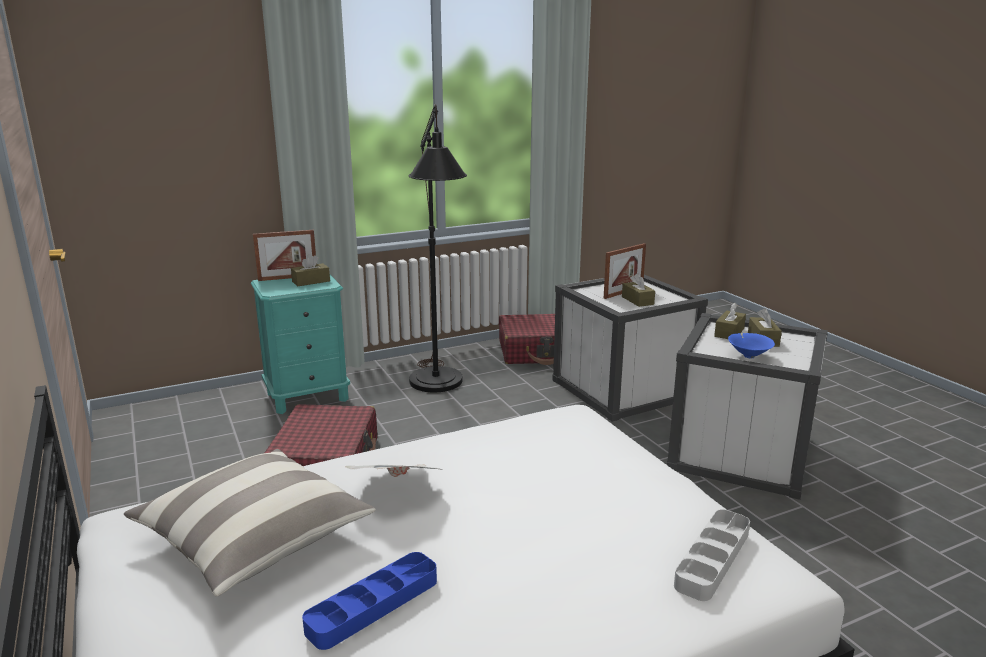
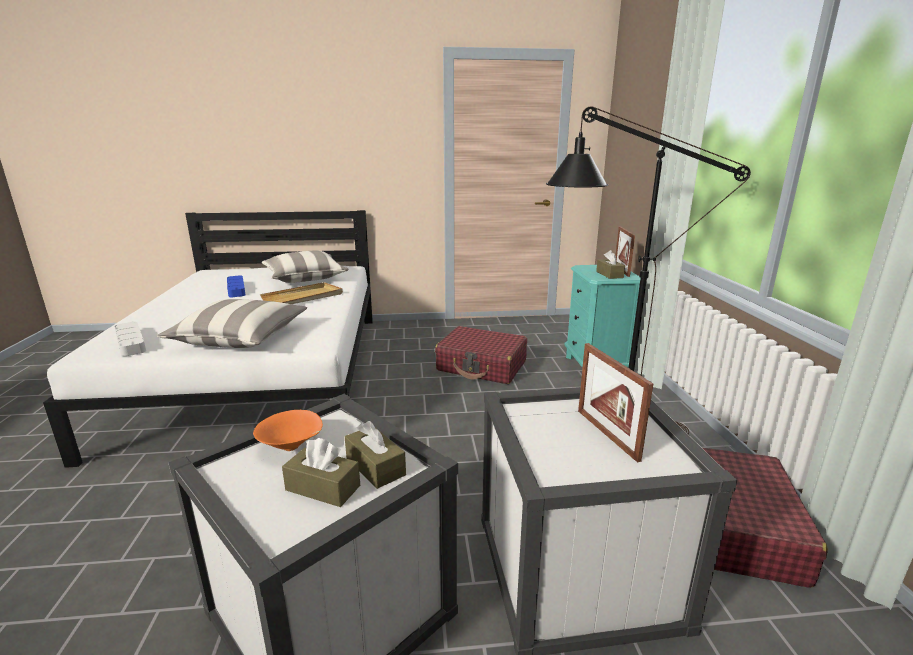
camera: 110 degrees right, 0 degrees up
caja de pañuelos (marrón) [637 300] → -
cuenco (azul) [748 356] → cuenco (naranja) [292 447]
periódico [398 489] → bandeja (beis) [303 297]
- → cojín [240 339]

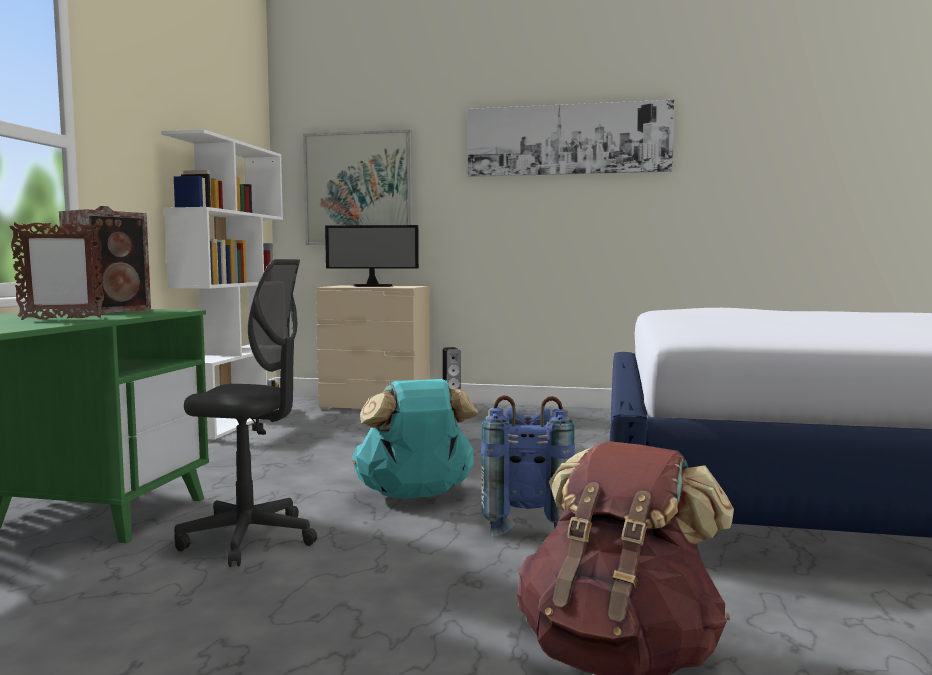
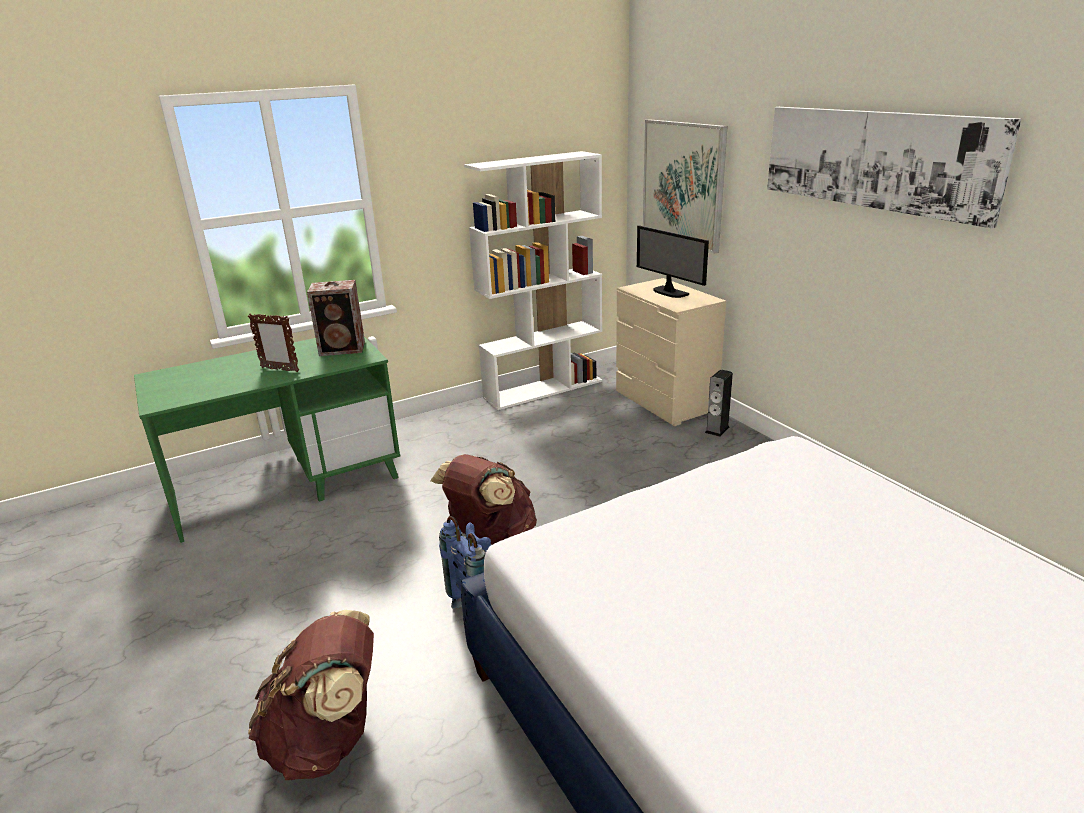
camera: 50 degrees right, 20 degrees up
silla de oficina (gris) [249 539] → -
mochila (turquesa) [415 495] → mochila (marrón) [490 536]

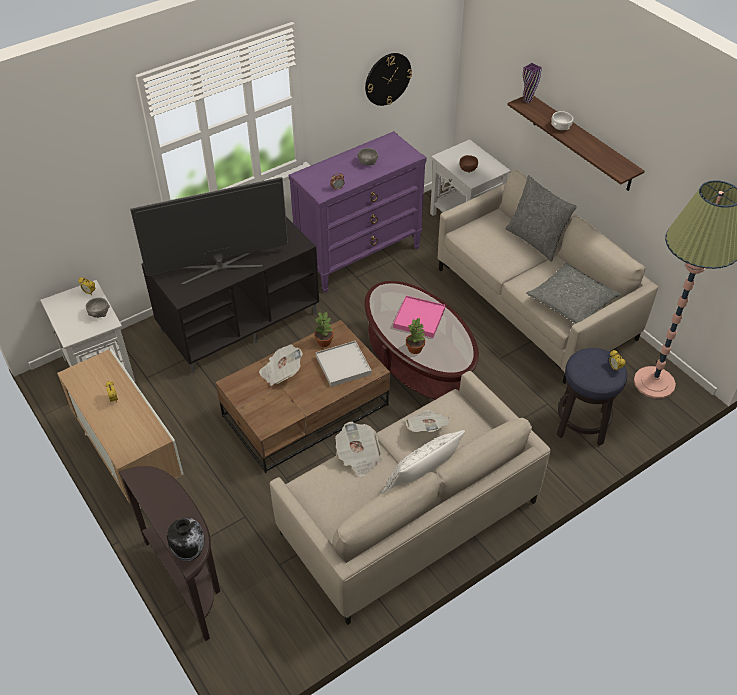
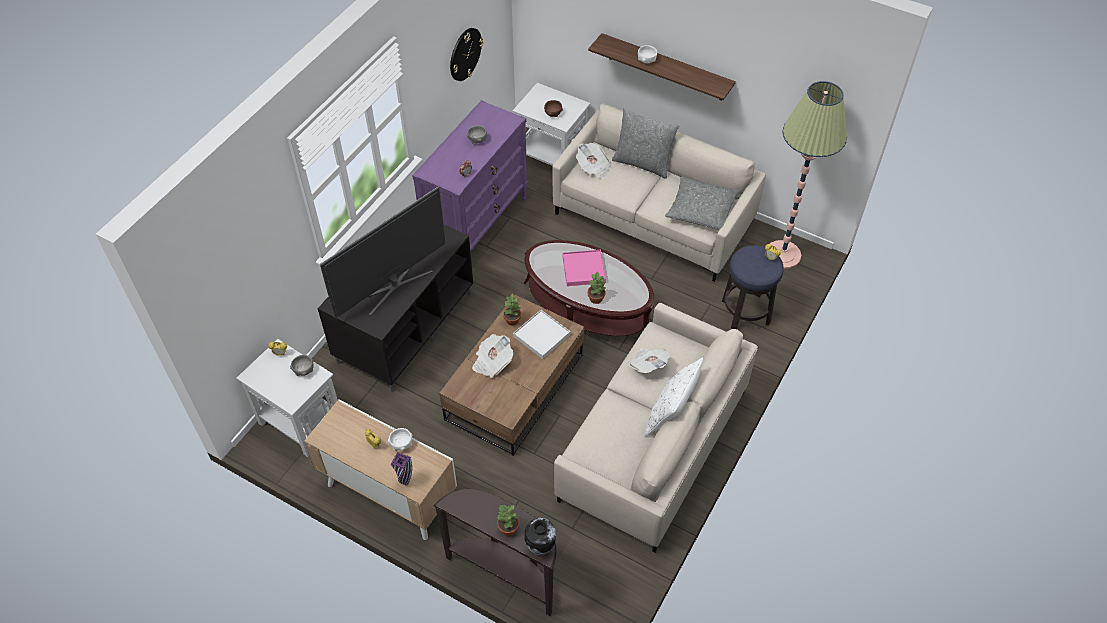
camera: 25 degrees left, 5 degrees up
florero (morado) [527 100] → florero (morado) [405 481], relocated
periódico [358 457] → periódico [593 168], relocated
- → cuenco (blanco) [401 444]
- → planta en maceta [508 528]

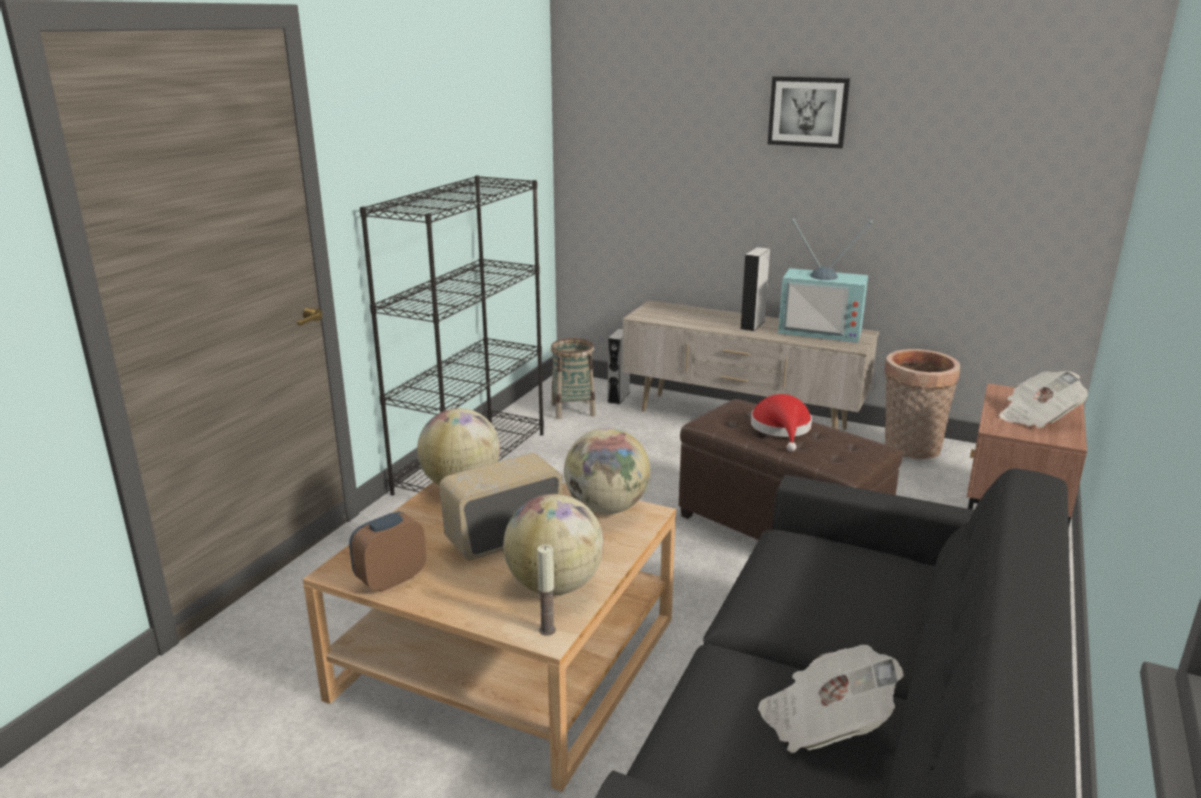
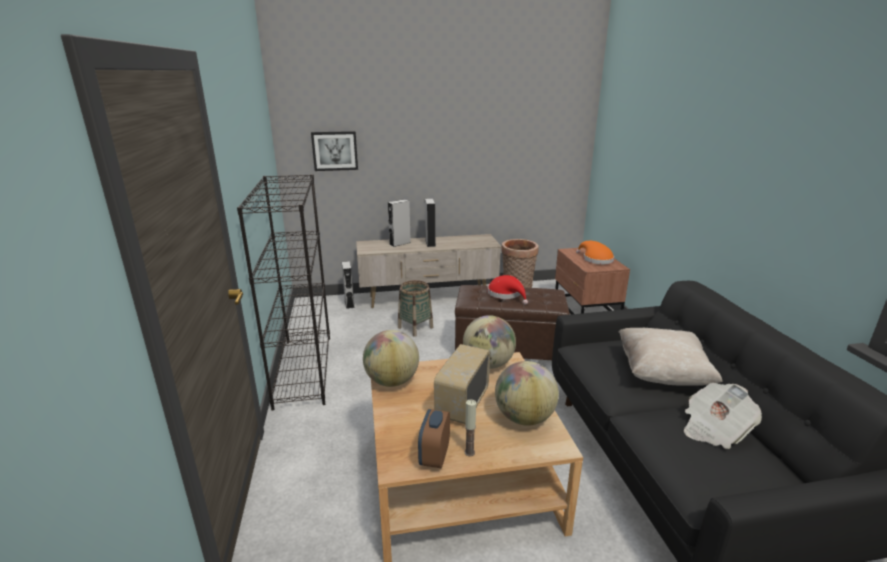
camera: 35 degrees left, 0 degrees up
cuadro [808 112] → cuadro [335 151], relocated
televisor [821 331] → -
cesta [573 410] → cesta [415 327], relocated
periódico [1037 417] → sombrero (naranja) [595 259]
vela [547 630] → vela [469 452], relocated
- → altavoz (gris) [400 243]
- → cojín (beis) [662 374]

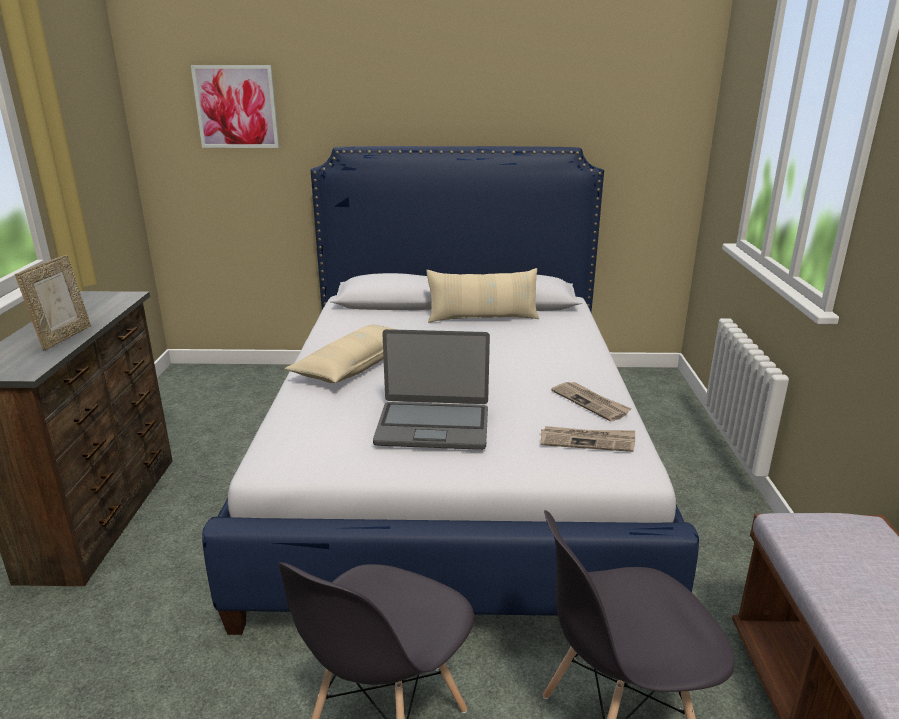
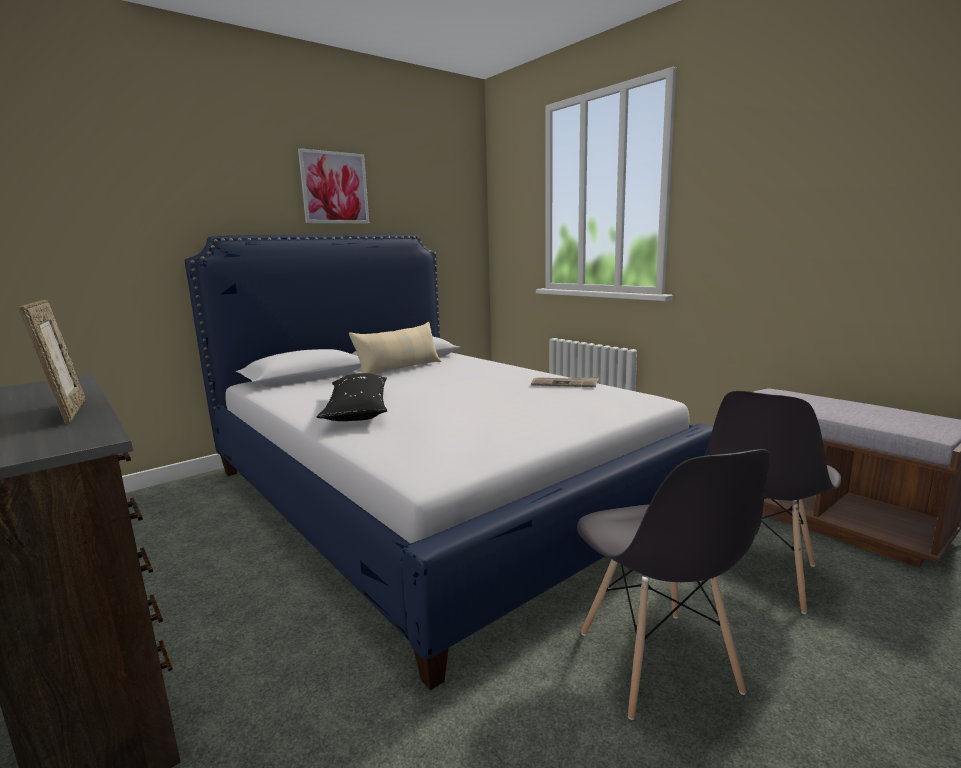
camera: 40 degrees left, 10 degrees down
cuadro [236 107] → cuadro [334 188], relocated
cojín (beis) [354 365] → cojín (negro) [357 410]
portátil [433 426] → -
periódico [587 441] → -

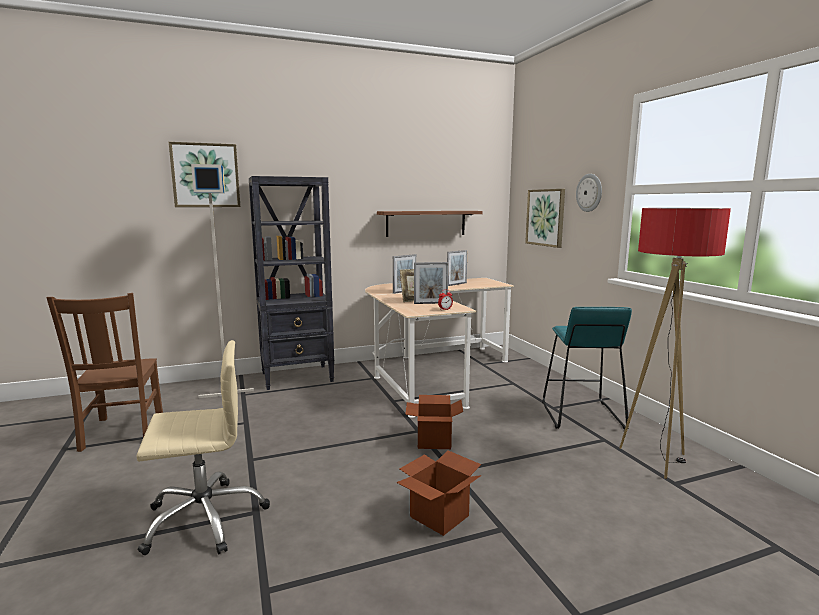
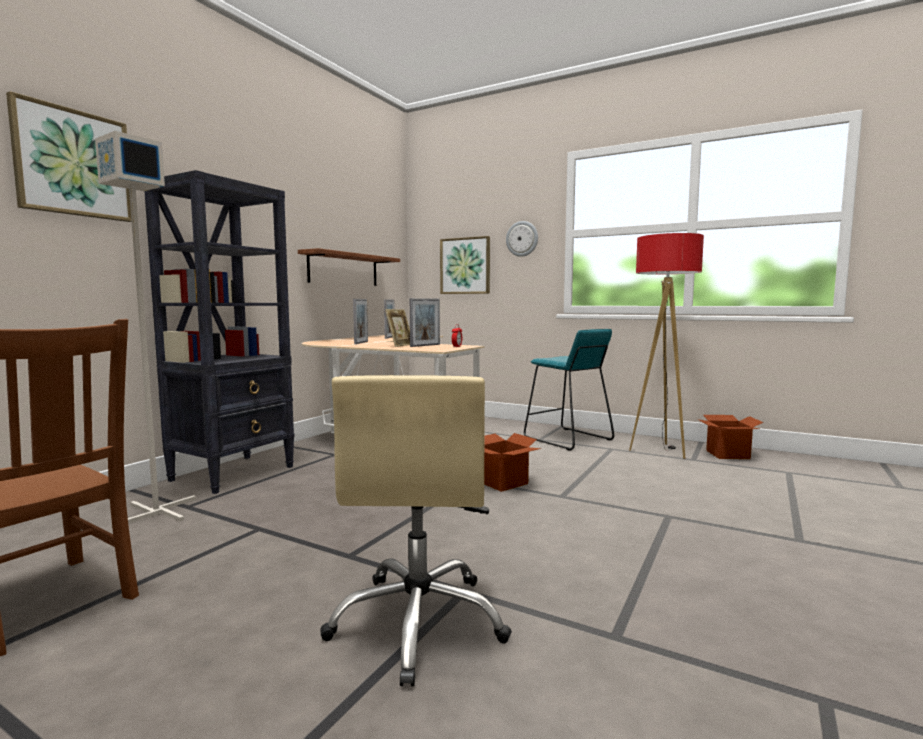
camera: 40 degrees left, 5 degrees down
silla de oficina (beis) [204 518] → silla de oficina (beis) [419 622], 150 degrees clockwise
caja de cartón [439 516] → caja de cartón [727 454], relocated

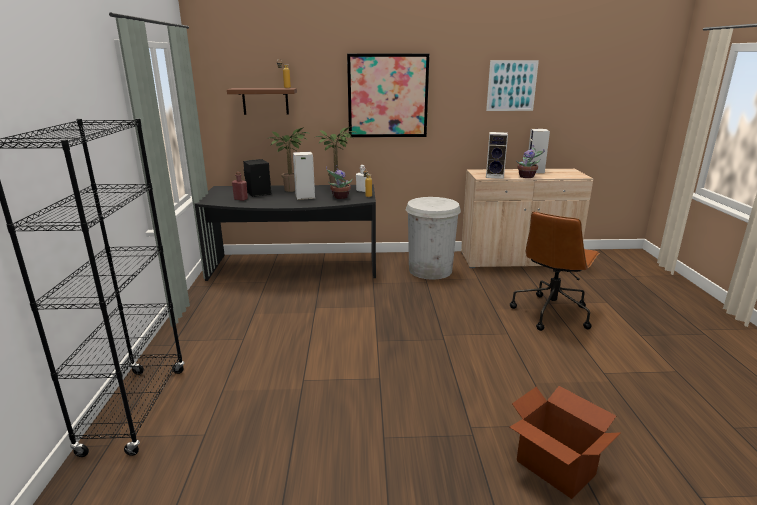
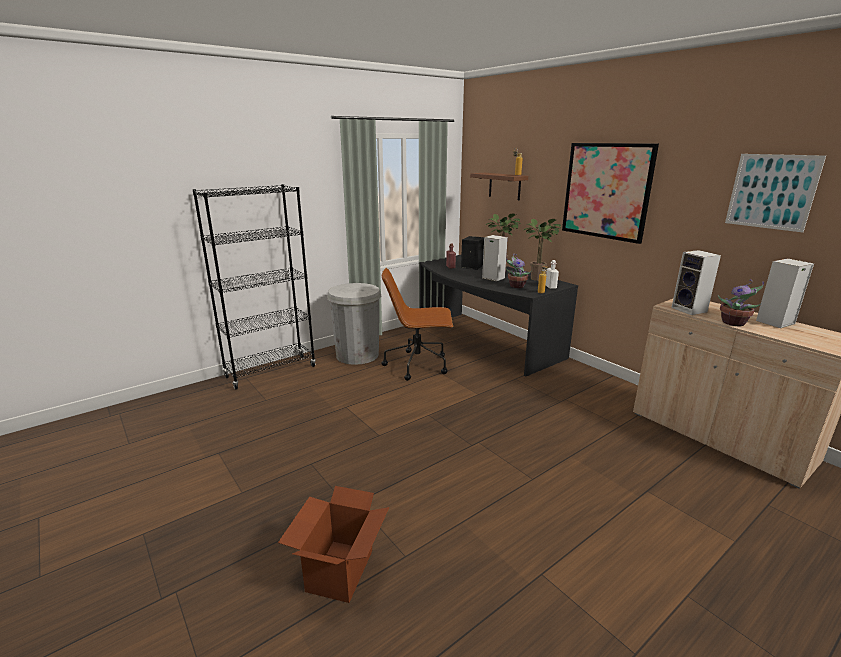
camera: 55 degrees right, 0 degrees up
papelera (blanco) [430 270] → papelera (blanco) [357 355], relocated
silla de oficina (marrón) [551 313] → silla de oficina (marrón) [418 365], relocated

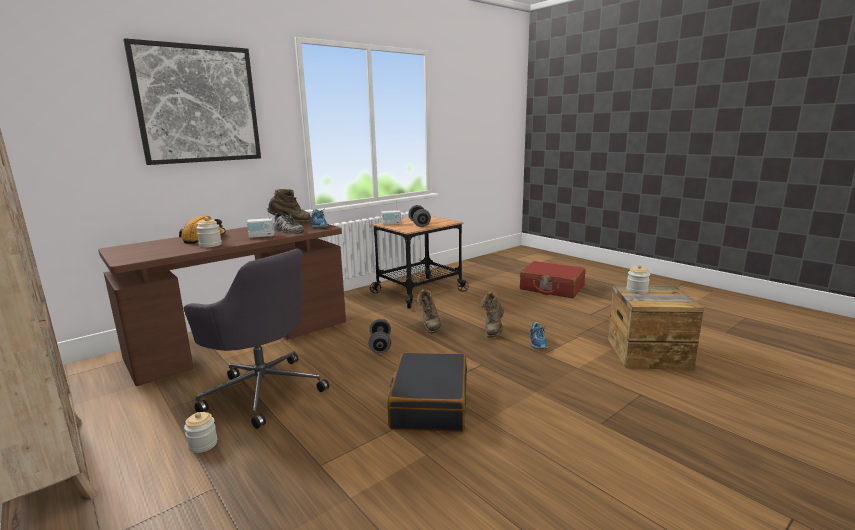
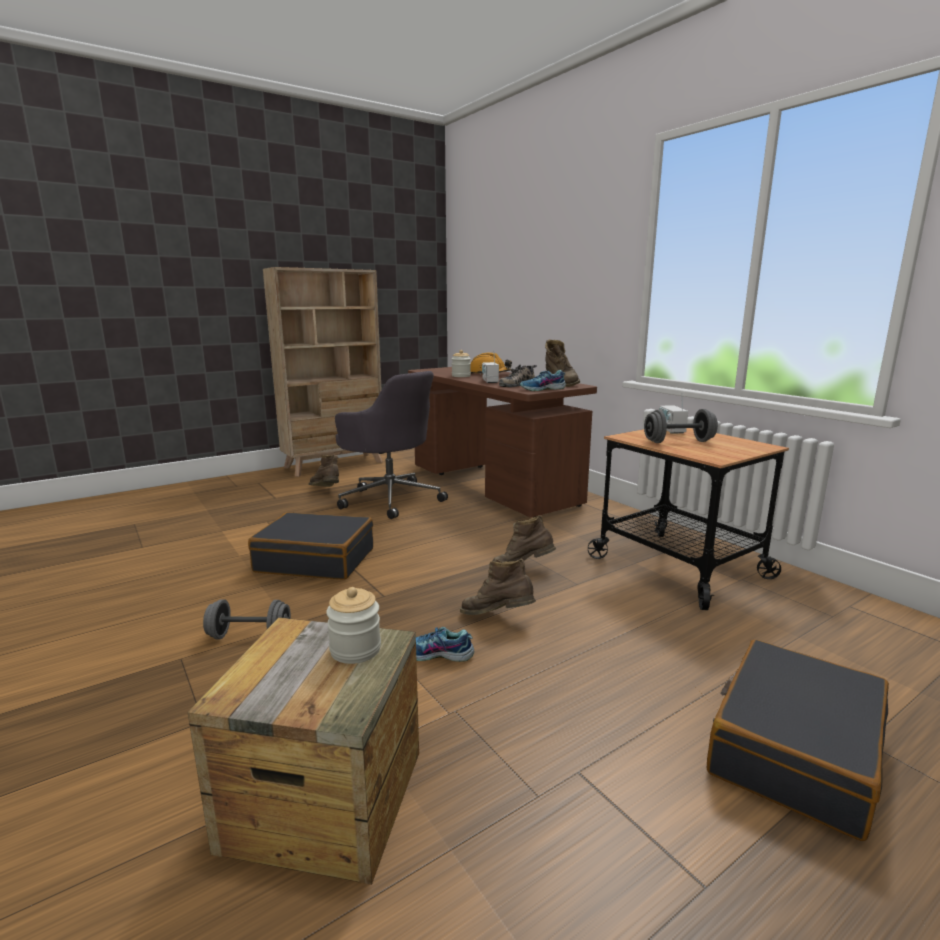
camera: 95 degrees right, 0 degrees up
cuadro [198 104] → -
silla de oficina (gris) [263 390] → silla de oficina (gris) [390 499], 90 degrees counterclockwise
maleta (rojo) [551 288] → maleta (negro) [793 750]
mancuerna (gris) [380 345] → mancuerna (gris) [250 636], relocated
tarro [203 444] → bota (marrón) [326 490]

